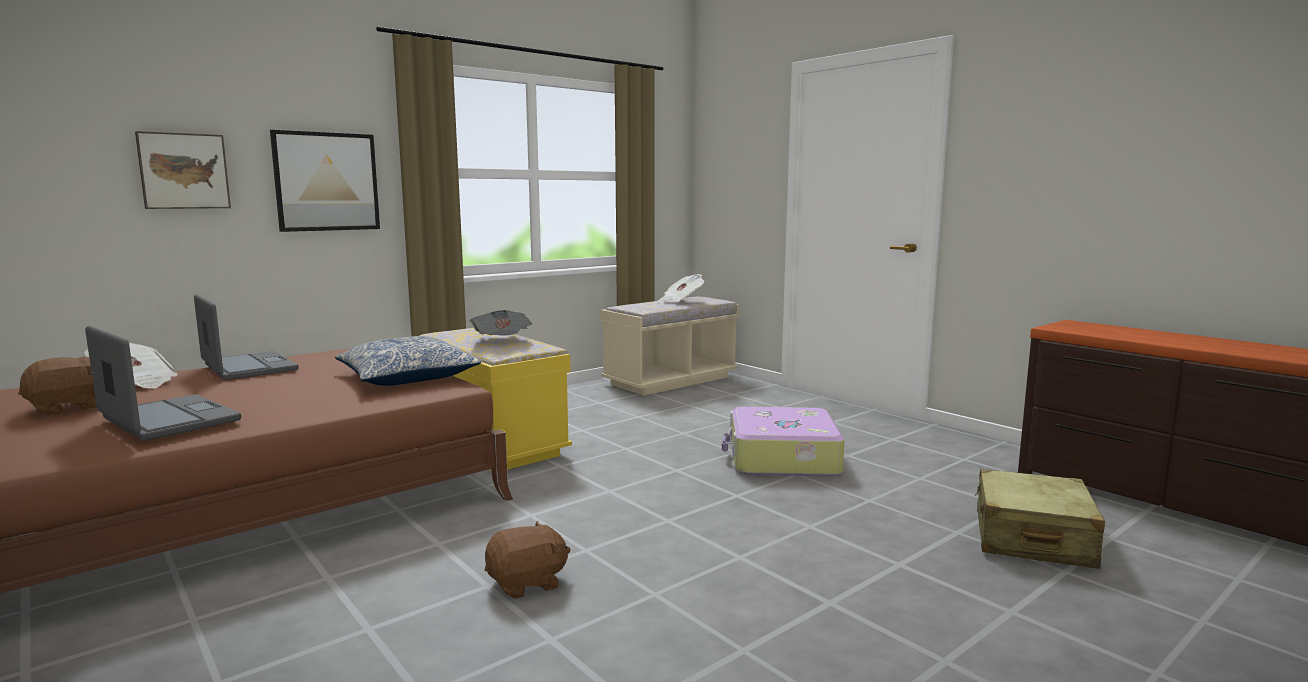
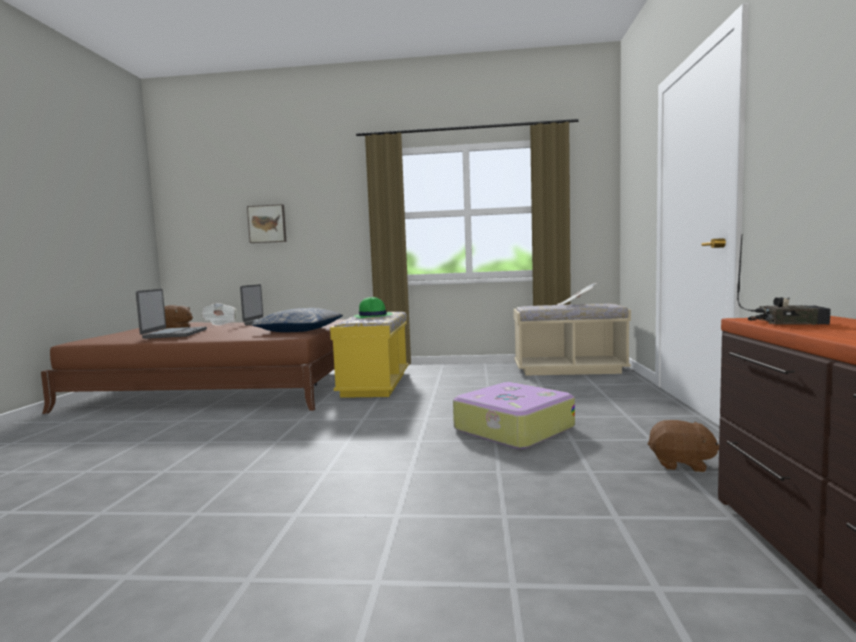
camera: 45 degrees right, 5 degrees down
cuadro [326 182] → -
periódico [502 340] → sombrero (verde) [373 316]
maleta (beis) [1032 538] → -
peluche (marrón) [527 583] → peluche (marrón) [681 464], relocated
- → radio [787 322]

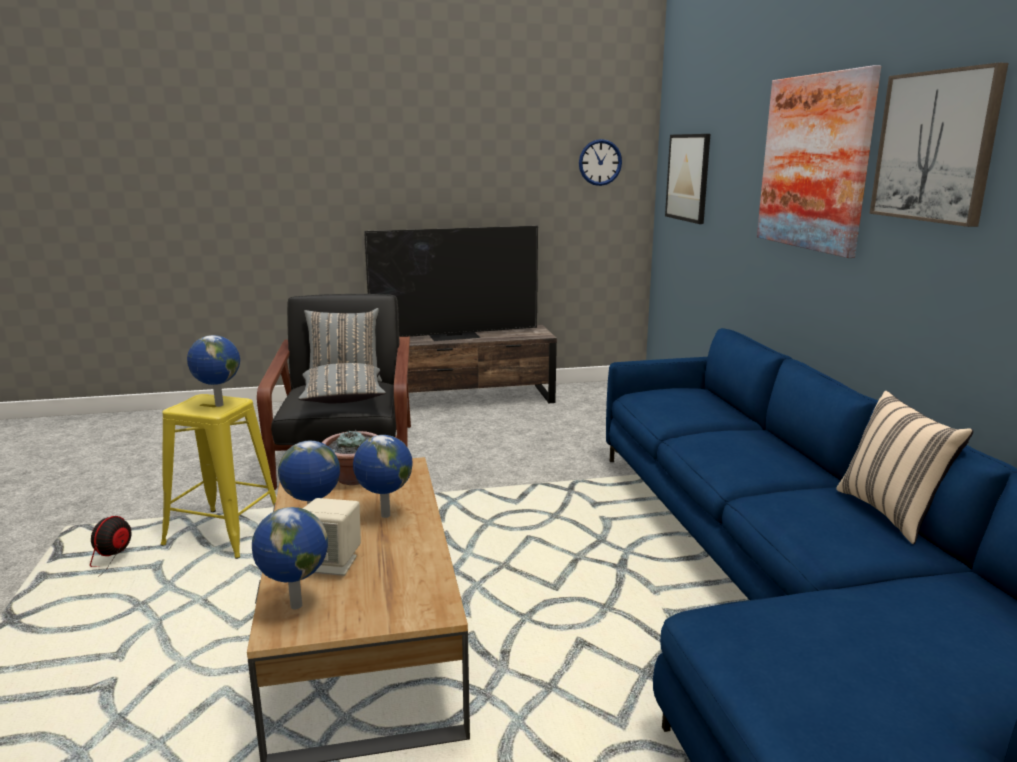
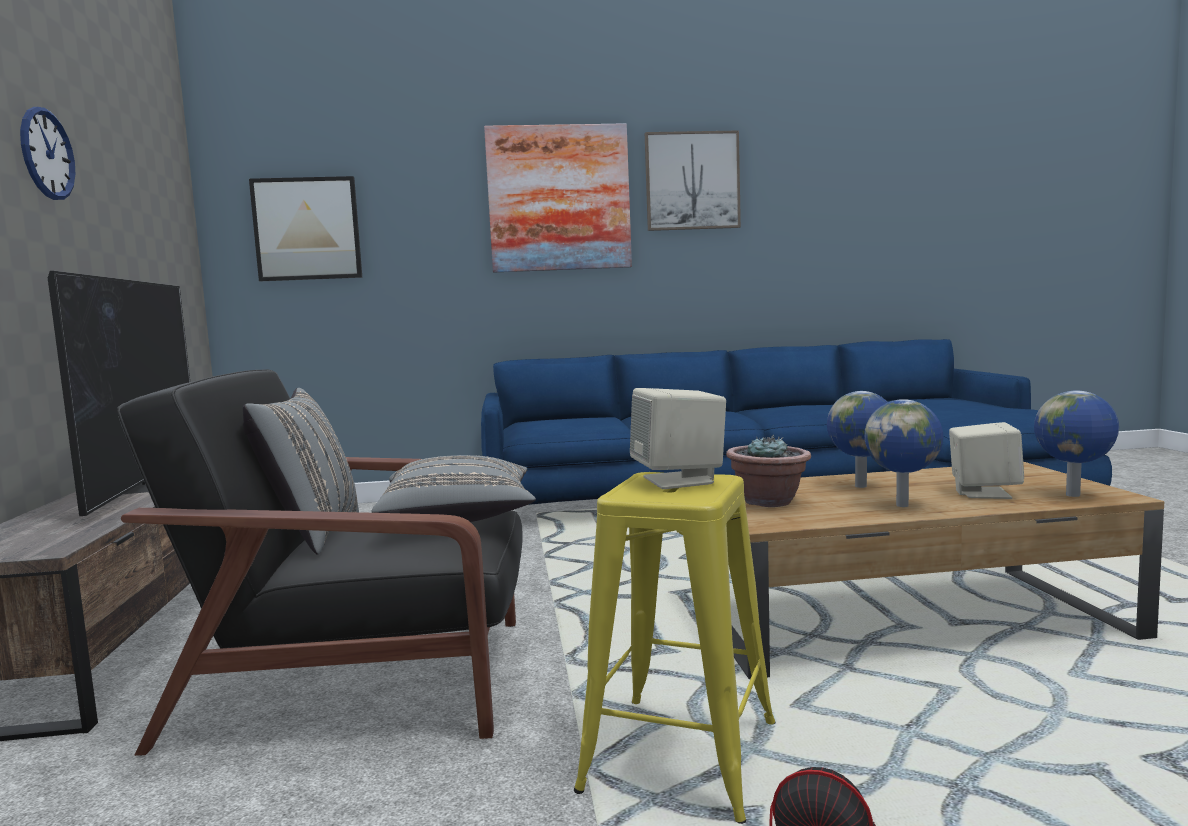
camera: 85 degrees left, 10 degrees down
reloj de pared [600 162] → reloj de pared [47 154], relocated
globo terráqueo [218 405] → altavoz (beis) [679 480]
cojín (beis) [891 513] → -

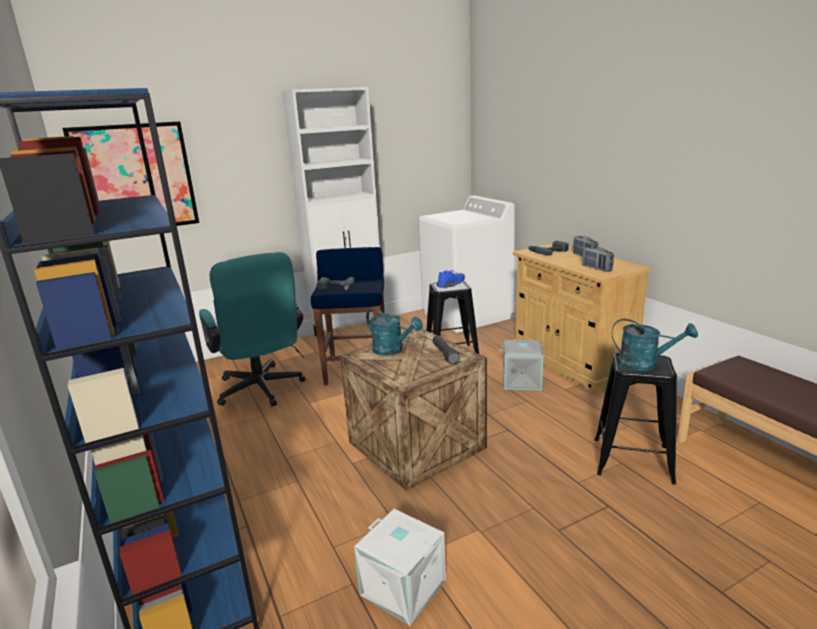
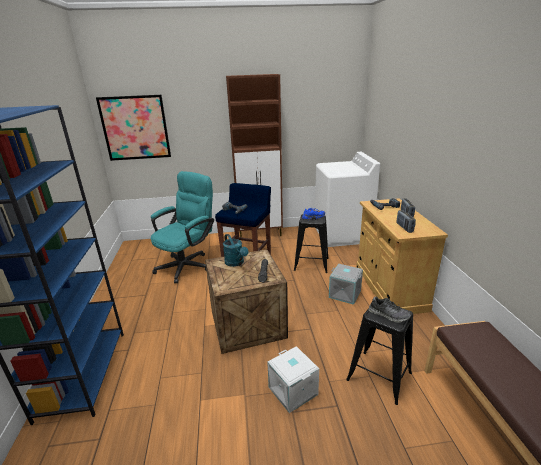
camera: 20 degrees right, 5 degrees up
armario (blanco) [349 332] → armario (marrón) [260 234]
silla de oficina (turquesa) [262 391] → silla de oficina (turquesa) [188 264], 135 degrees counterclockwise
regadera (turquesa) [645 364] → zapato [388 315]
caja de almacenaje (blanco) [401 588] → caja de almacenaje (blanco) [292 391], relocated

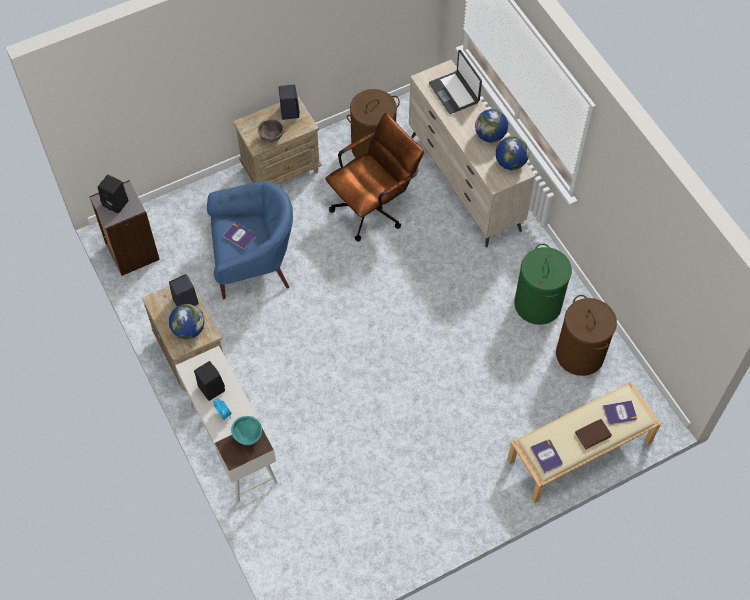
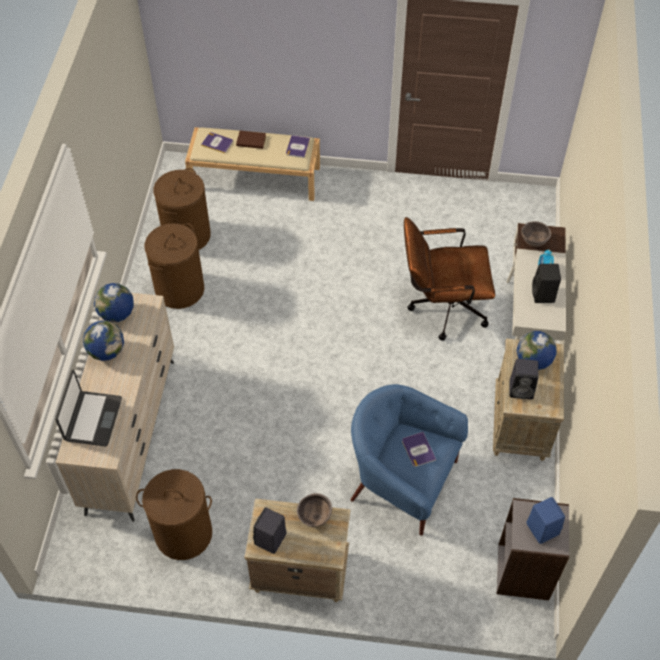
camera: 145 degrees left, 5 degrees down
silla de oficina (marrón) [374 207] → silla de oficina (marrón) [441 307], relocated
altavoz (negro) [116 203] → altavoz (azul) [541 528]
cesto de la ropa (verde) [538 304] → cesto de la ropa (marrón) [179 289]
cuenco (turquesa) [248 436] → cuenco (marrón) [533 242]

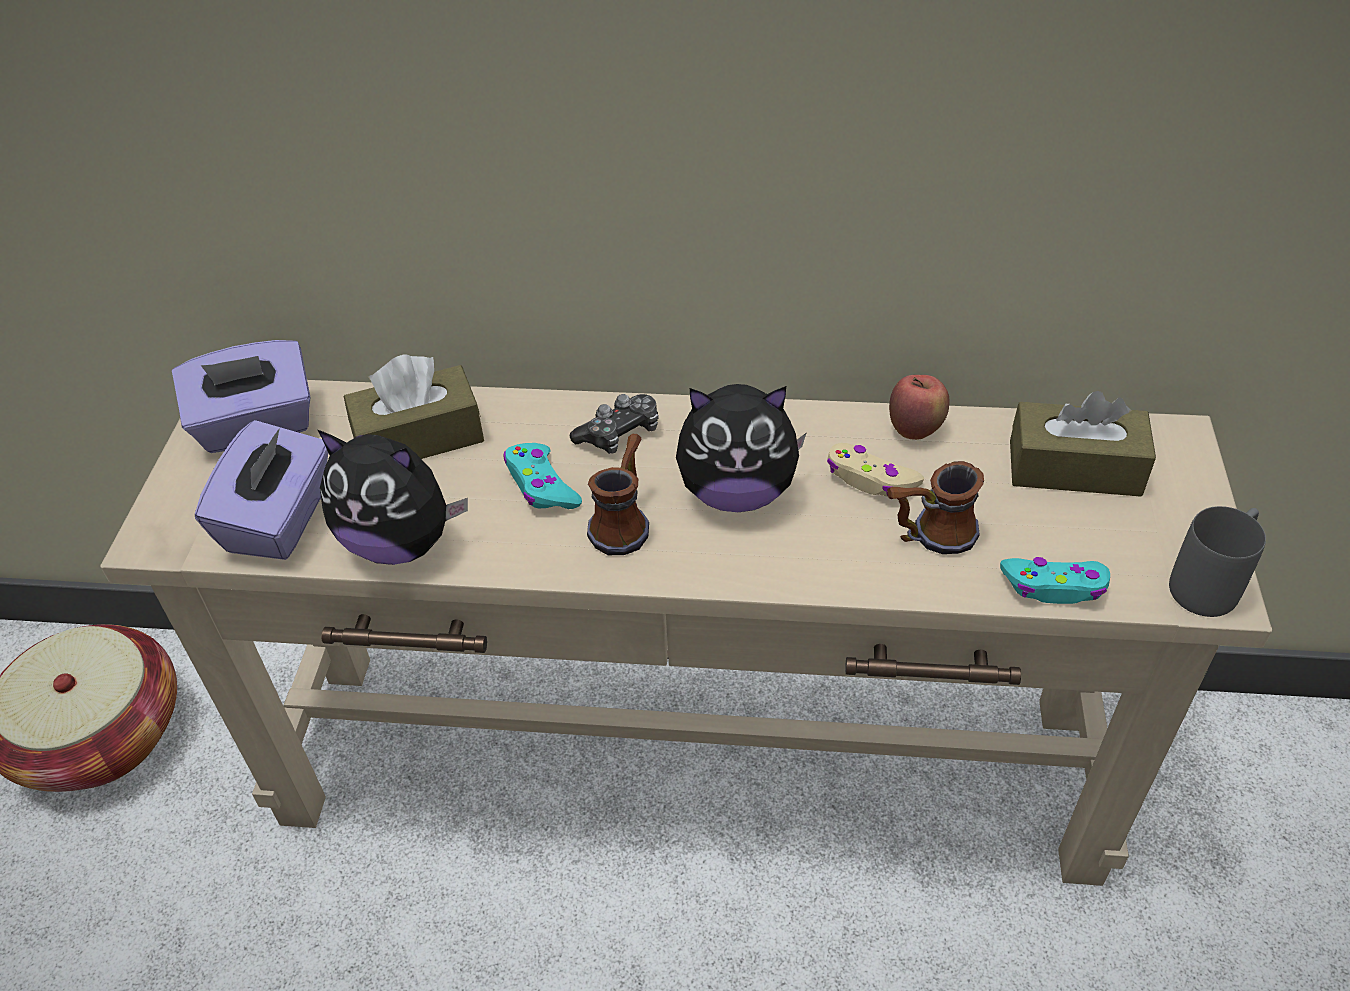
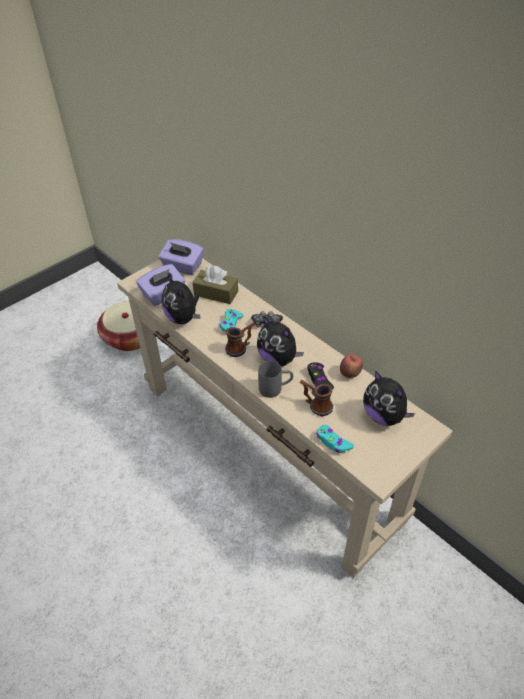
camera: 40 degrees right, 0 degrees up
caja de pañuelos (marrón) [1074 468] → peluche [384 416]
mando de consola (beis) [870 479] → mando de consola (negro) [319 379]
taza grande (gris) [1211 582] → taza grande (gris) [275 389], relocated

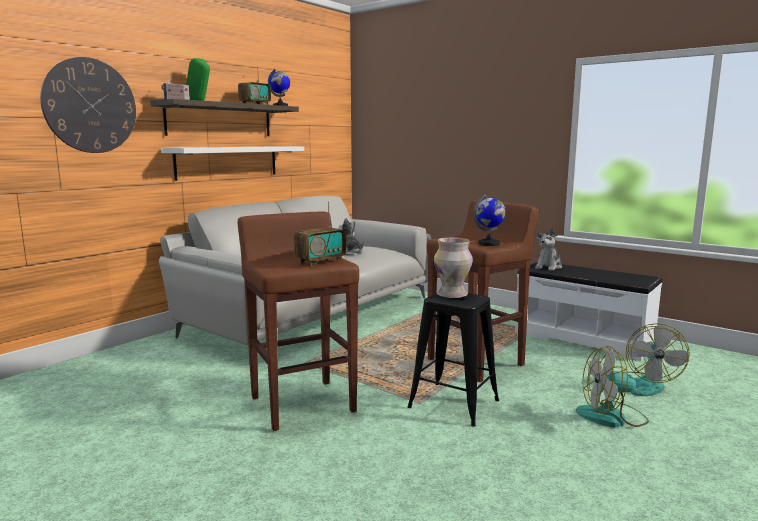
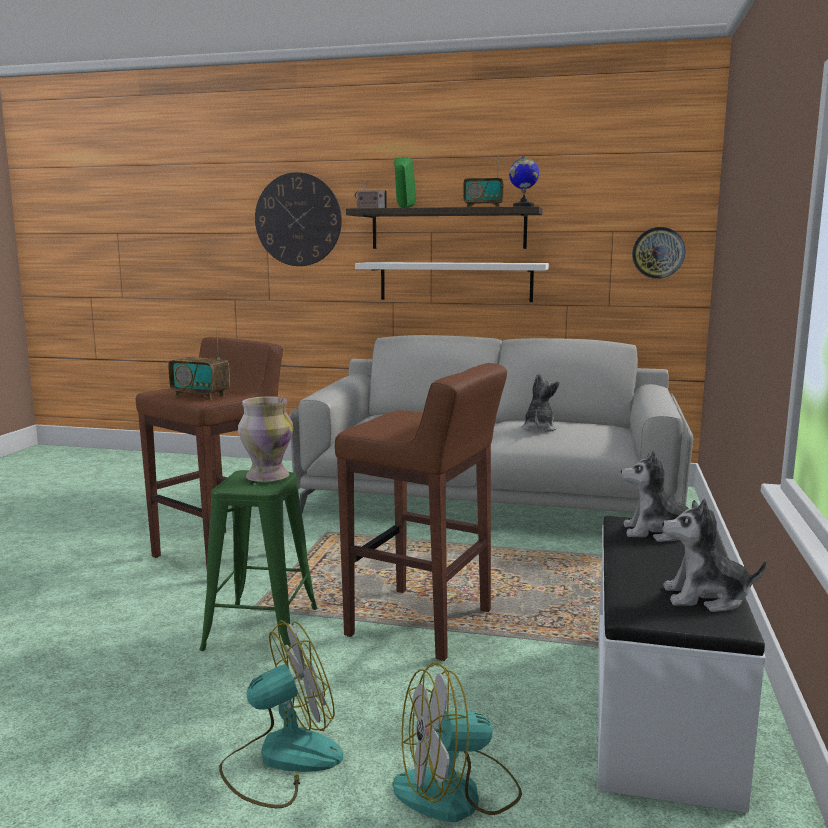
camera: 65 degrees right, 0 degrees up
globo terráqueo [489 244] → -
taburete (negro) [453 404] → taburete (verde) [262 628]
ventilador [612 417] → ventilador [281 759], 90 degrees clockwise
- → reloj de pared [658 252]
- → peluche [705 598]

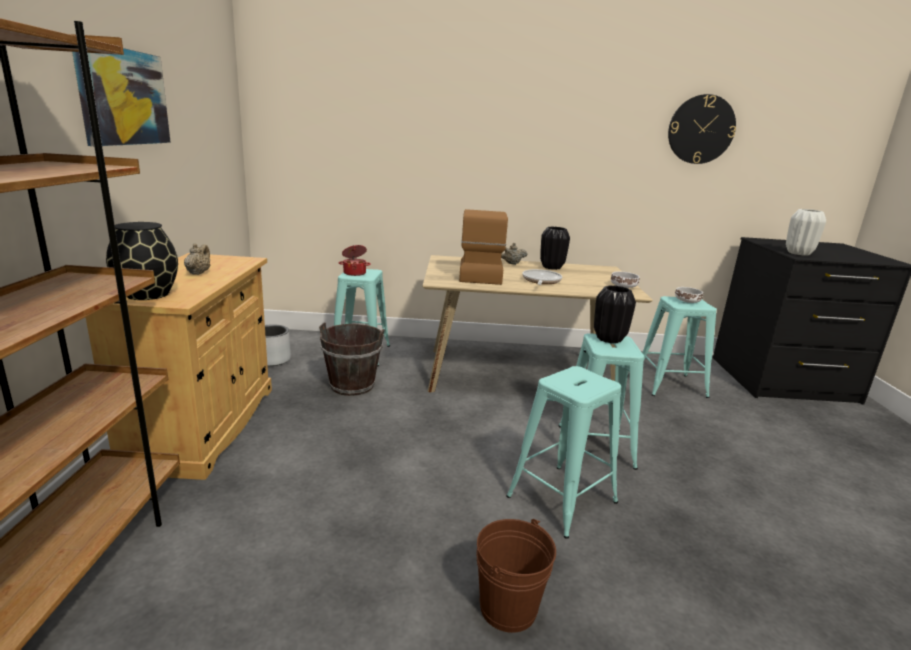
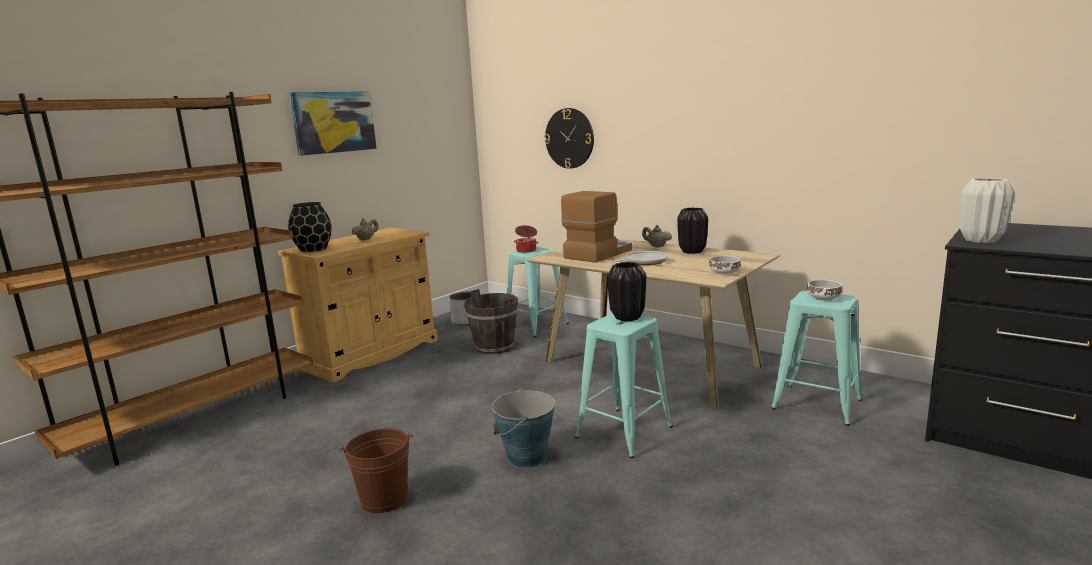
camera: 40 degrees right, 5 degrees down
reloj de pared [701 129] → reloj de pared [569 138], relocated
taburete (turquesa) [562 499] → cubo [526 457]

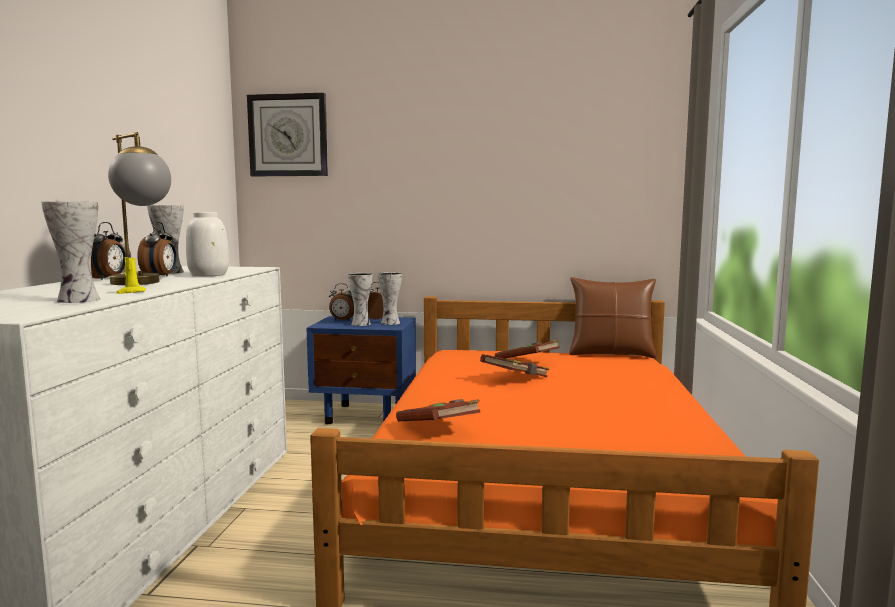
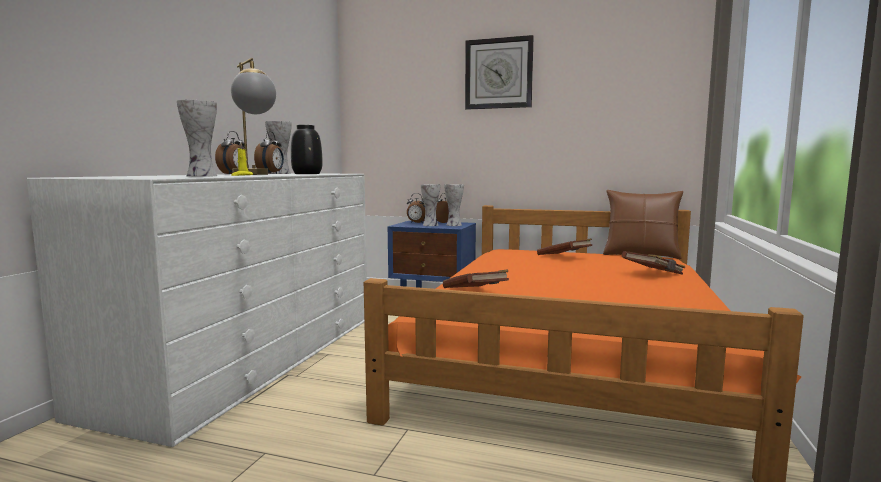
camera: 10 degrees right, 0 degrees up
reloj de pared [288 135] → reloj de pared [498 73], relocated
florero (blanco) [208 275] → florero (negro) [307 174]
libro (marrón) [516 379] → libro (marrón) [653 274], relocated

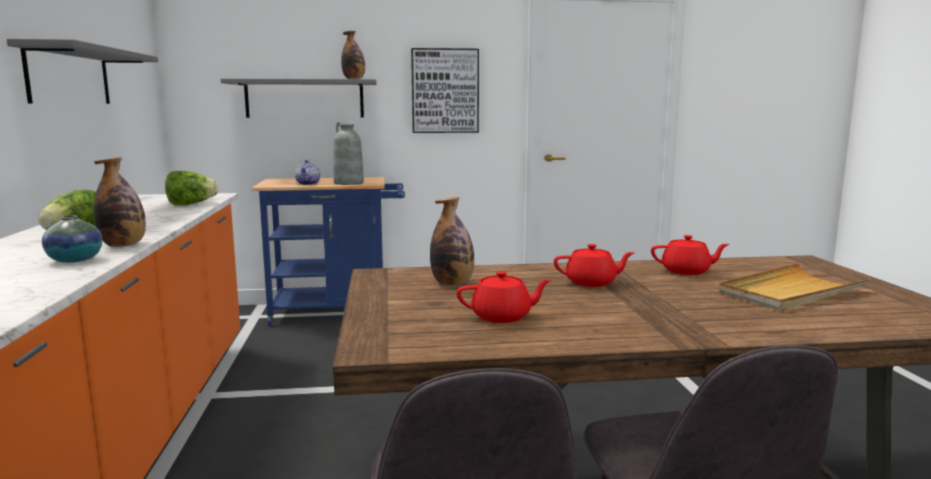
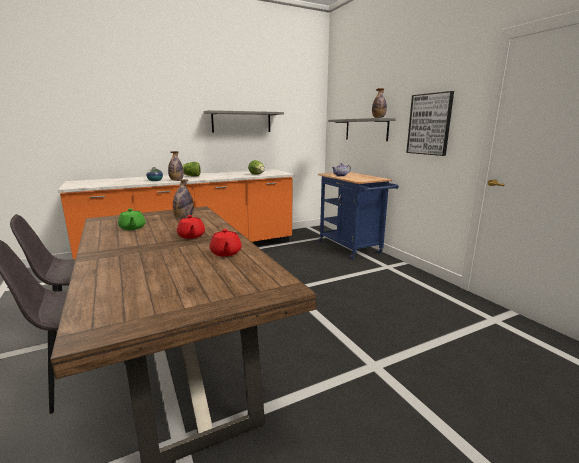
camera: 70 degrees right, 5 degrees up
florero (gris) [348 183] → -
bandeja (beis) [791 292] → -
tetera (rojo) [502 317] → tetera (verde) [132 228]

